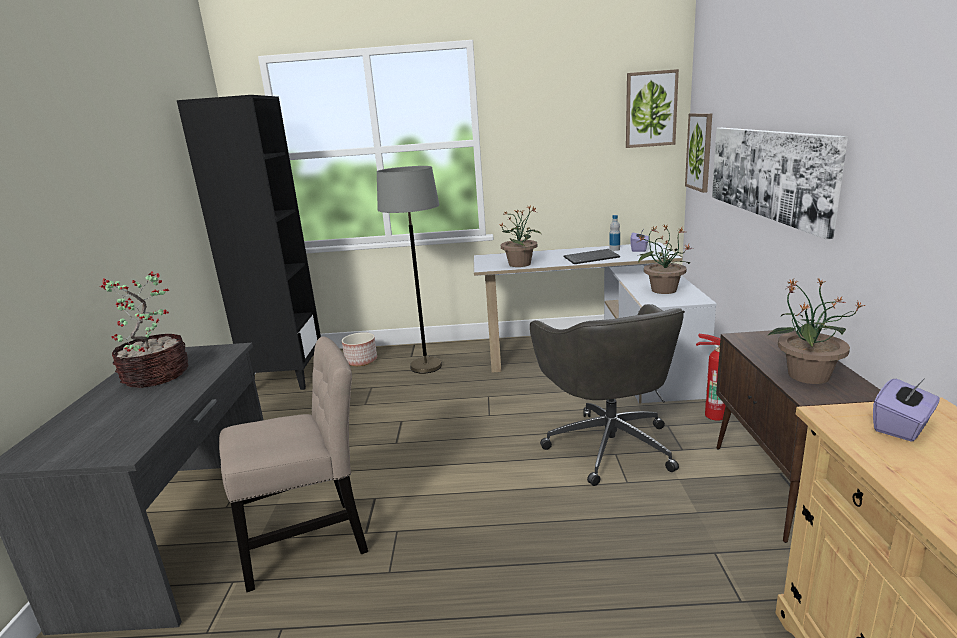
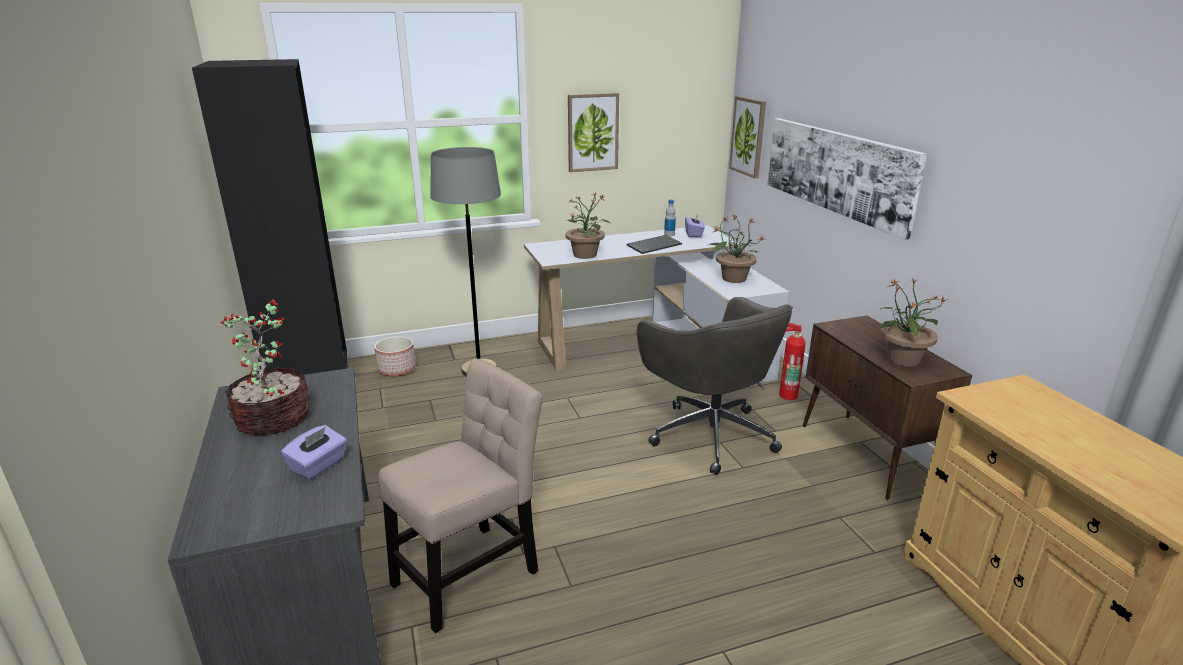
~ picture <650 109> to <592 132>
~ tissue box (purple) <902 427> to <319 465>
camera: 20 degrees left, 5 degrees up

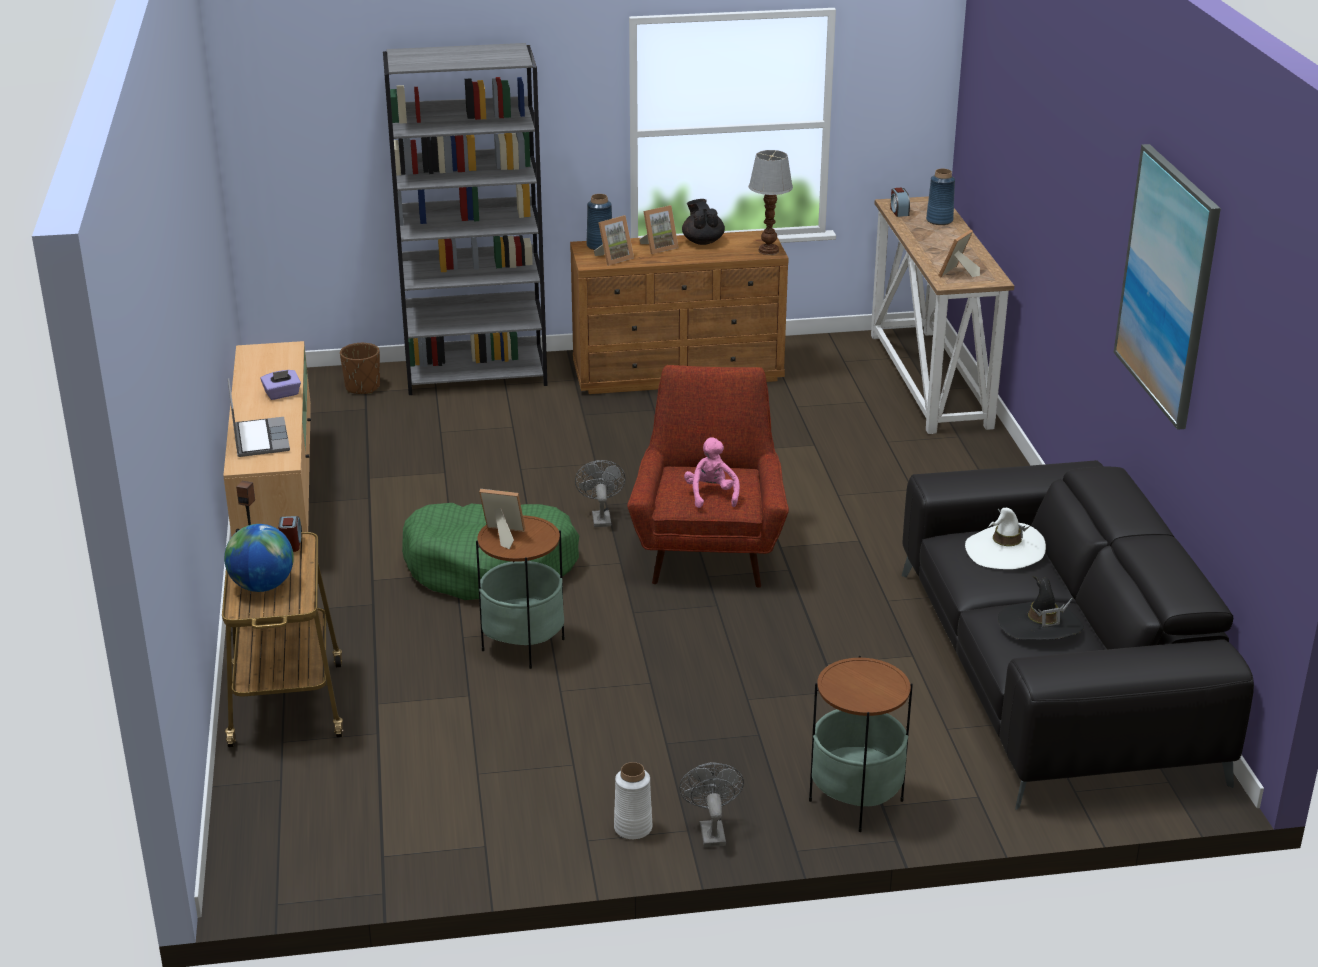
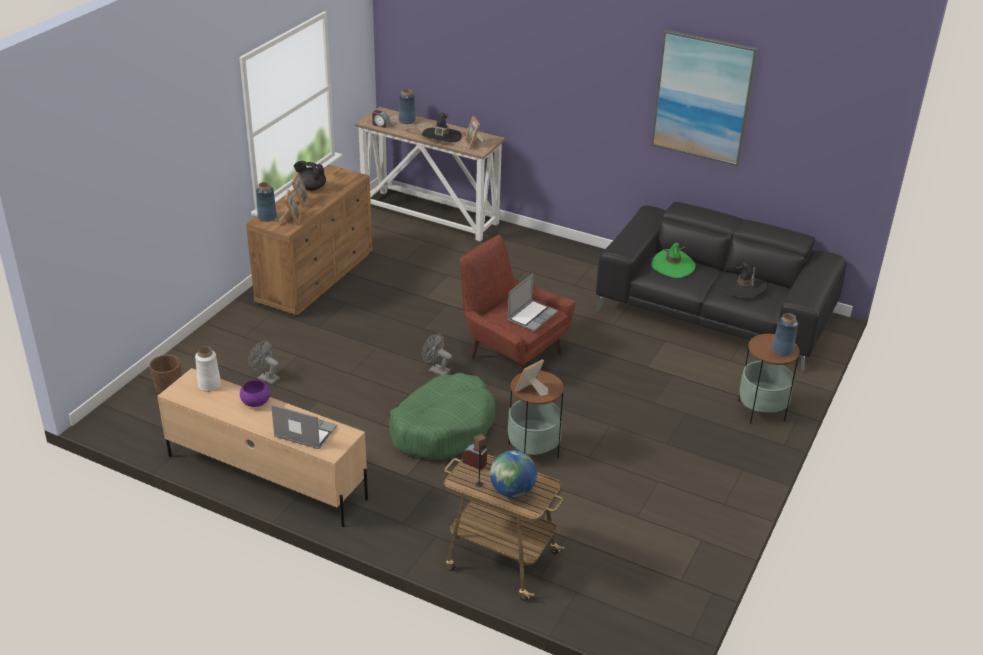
- bookcase (grey) <477 374>
- table lamp <768 250>
~ tissue box (purple) <282 394> to bowl (purple) <255 402>
~ plush toy (pink) <711 495> to laptop <532 316>
~ hat (white) <1004 551> to hat (green) <673 266>
~ vase (white) <632 828> to <209 385>
~ fan (grey) <711 830> to <265 378>
+ hat (black) <441 137>
+ vase (blue) <782 350>
camera: 55 degrees left, 5 degrees up

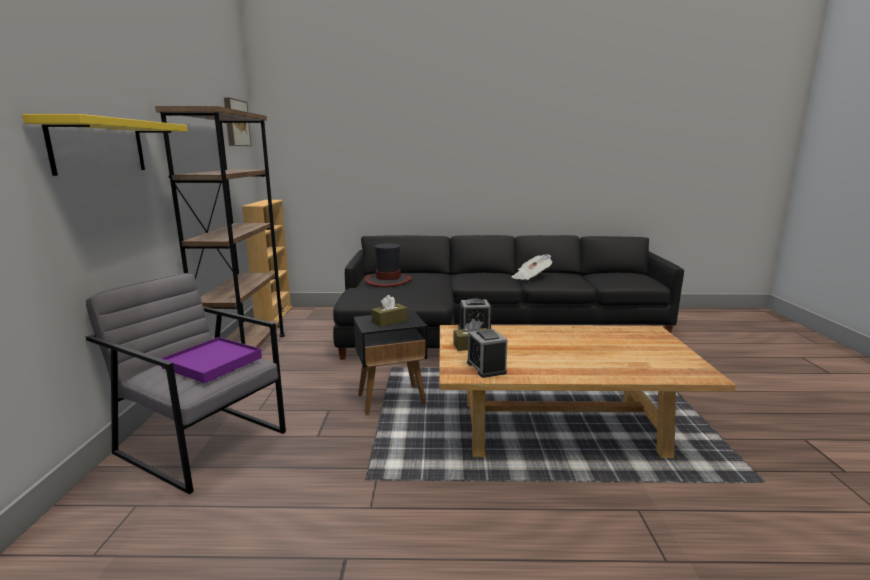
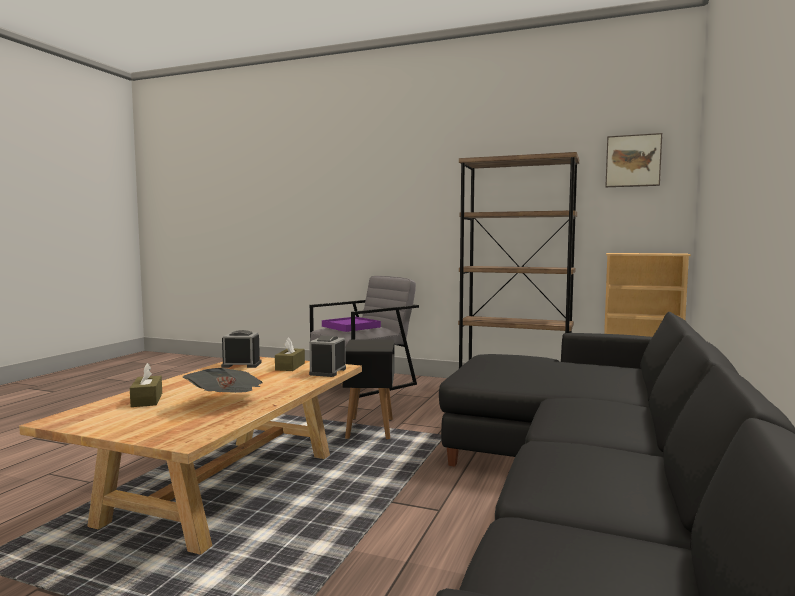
- shelf (yellow) <99 146>
- hat <388 281>
~ newspaper <531 277> to <226 402>
~ tissue box (brown) <389 321> to <147 400>
camera: 110 degrees right, 10 degrees down

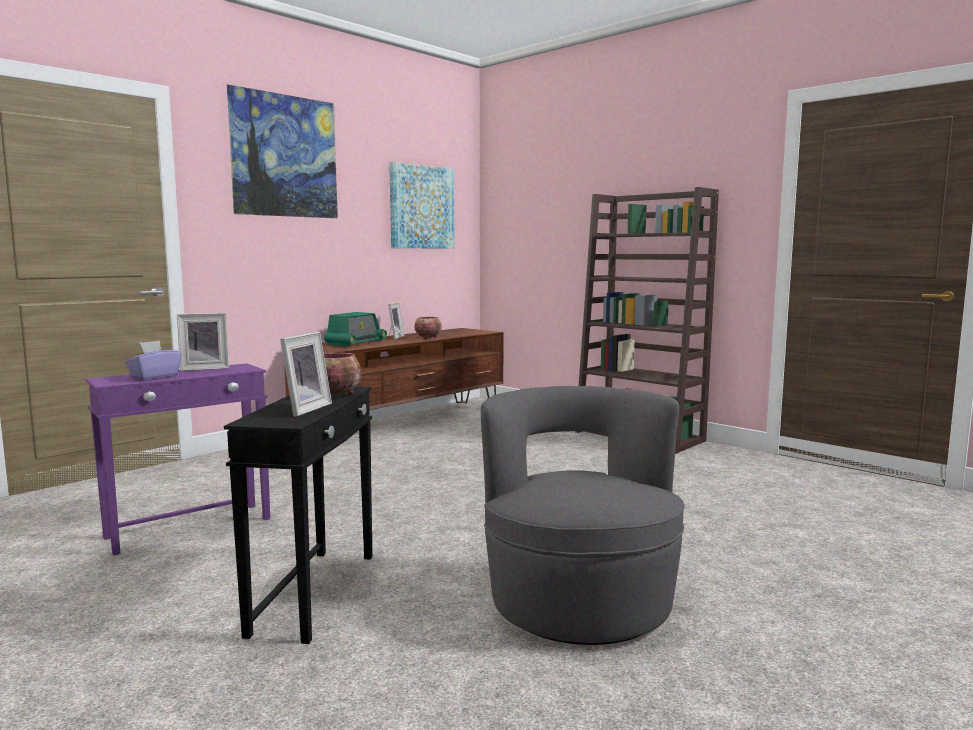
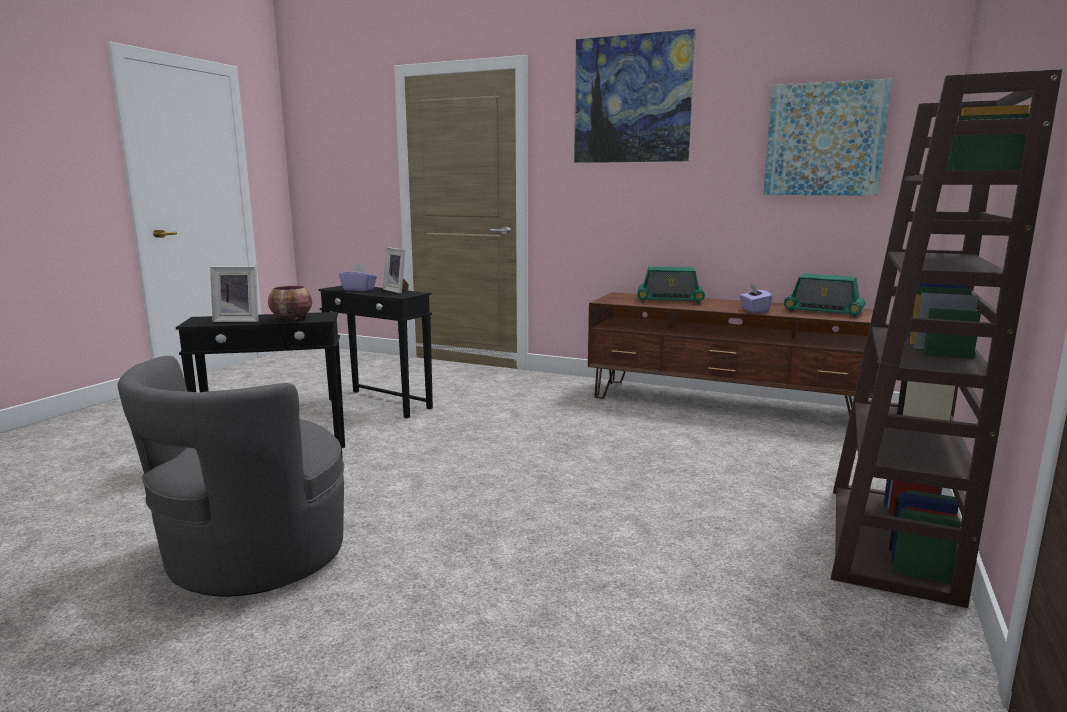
- picture frame <394 337>
~ bowl <428 338> to tissue box (purple) <754 310>
~ side table (purple) <190 528> to side table (black) <379 404>
~ armchair (grey) <579 602> = <253 557> 150 degrees clockwise
+ radio <823 311>
camera: 70 degrees right, 5 degrees up

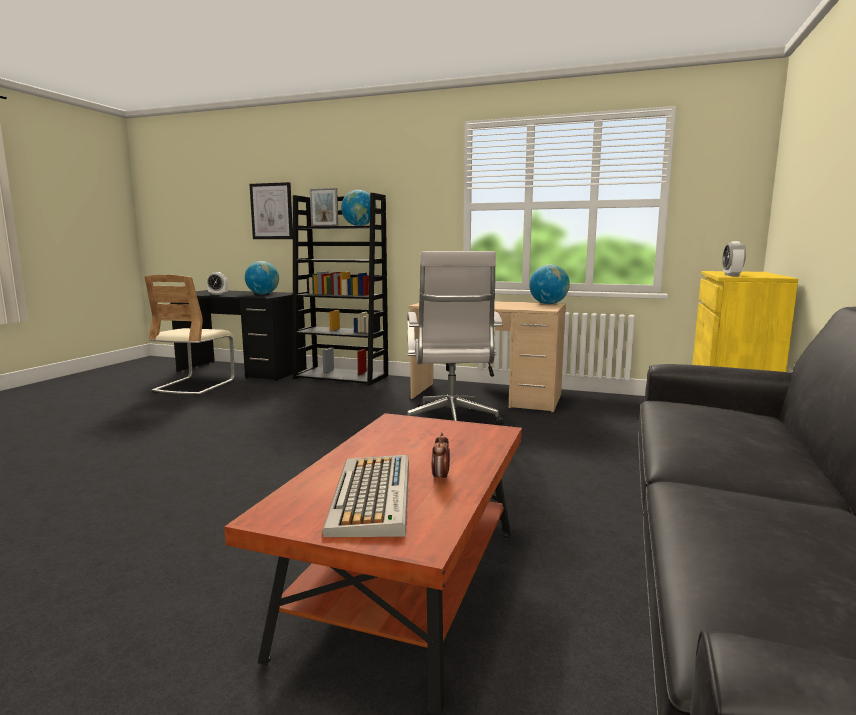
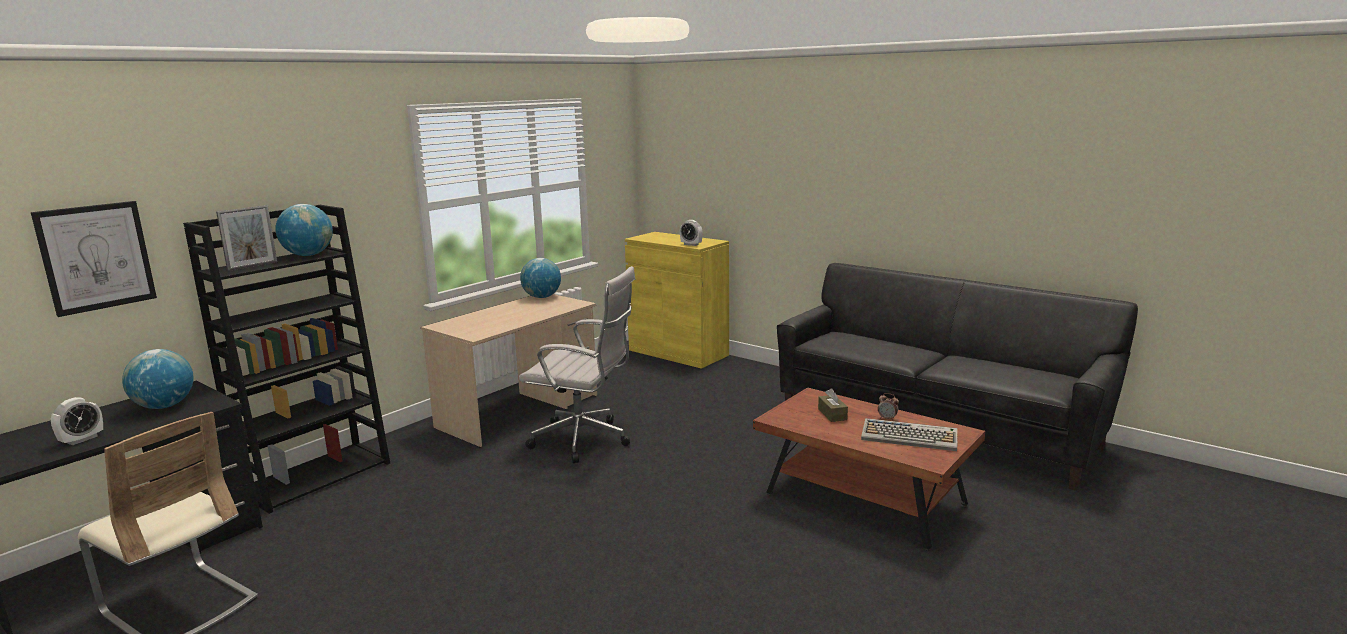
+ tissue box (brown) <832 414>
camera: 70 degrees left, 5 degrees up

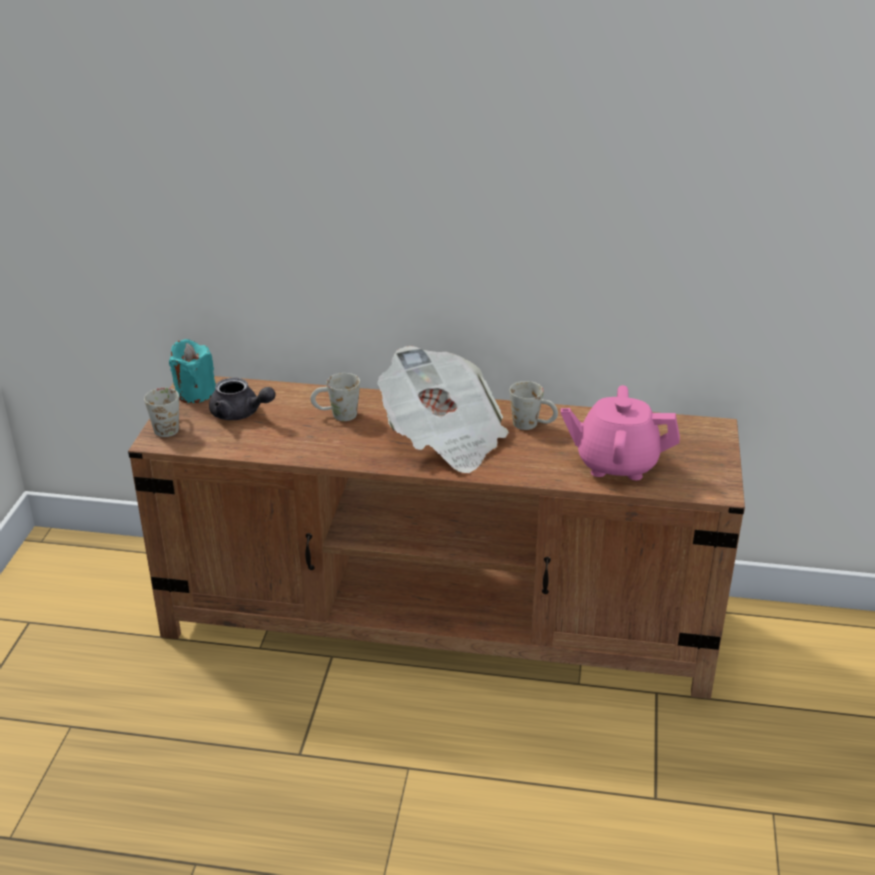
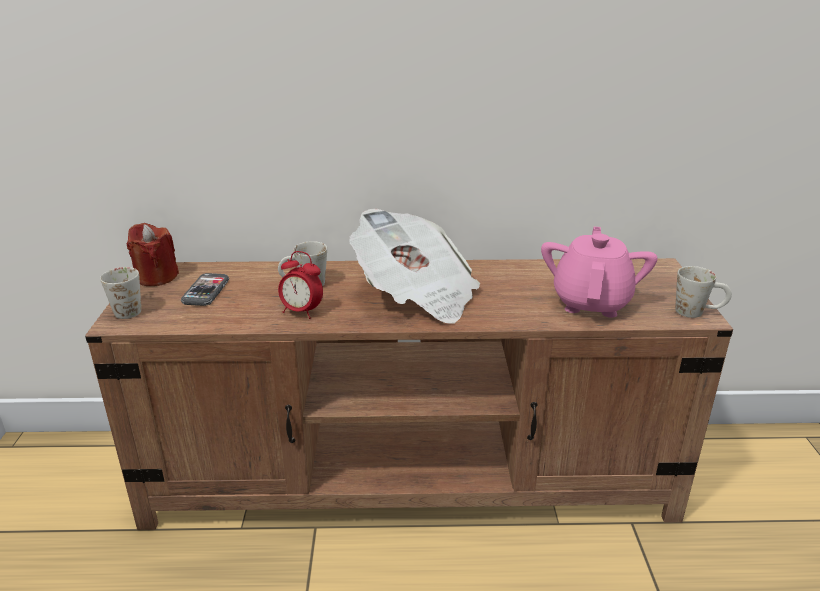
~ candle (turquoise) <195 393> to candle (red) <156 277>
~ teapot (grey) <240 414> to phone <206 291>
~ mug (white) <533 425> to <698 312>
~ teapot (pink) <616 463> = <591 302> 105 degrees clockwise
+ alarm clock <301 312>
camera: 10 degrees left, 5 degrees down

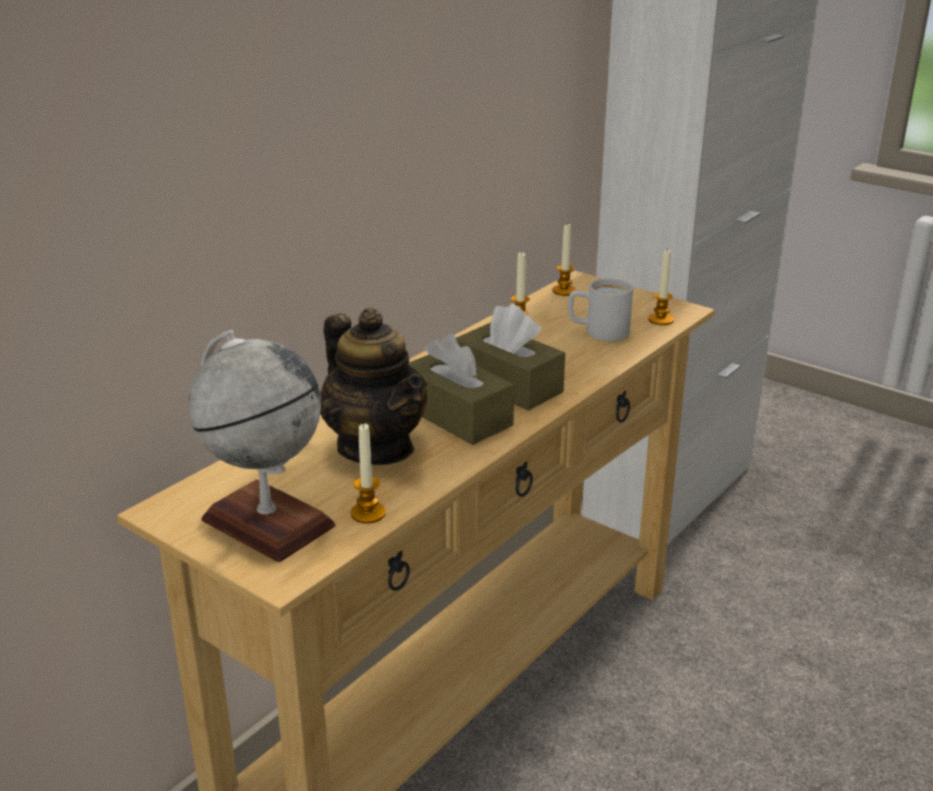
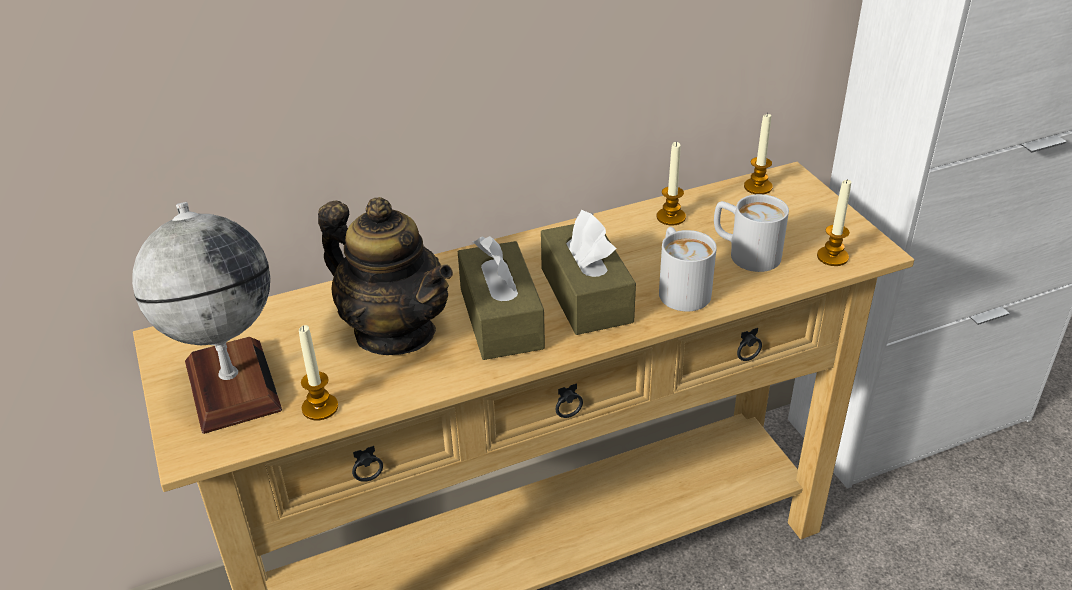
~ teapot <376 447> = <395 331> 45 degrees counterclockwise
+ mug (white) <680 288>
camera: 30 degrees right, 10 degrees up

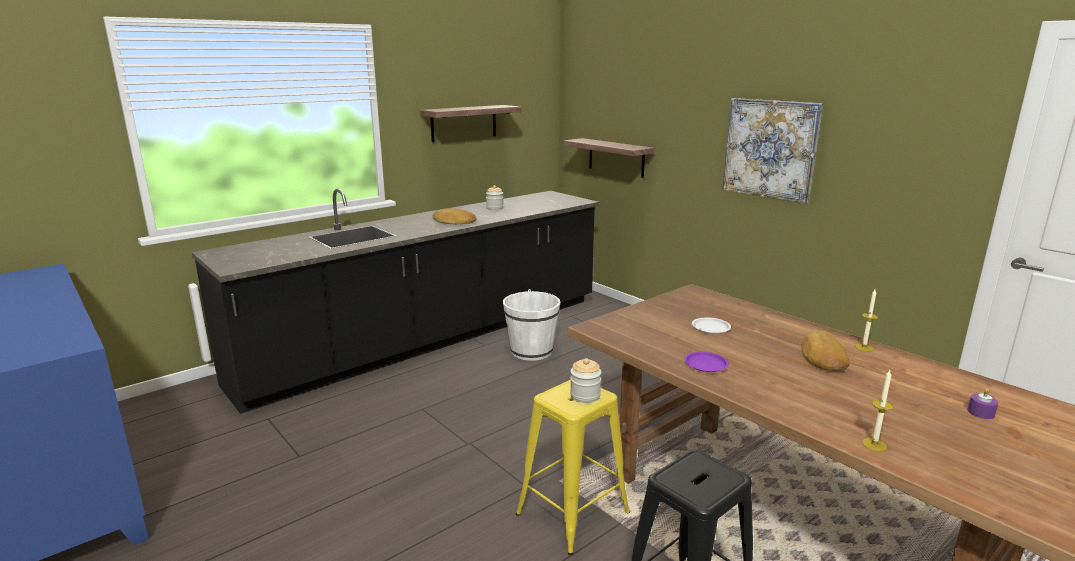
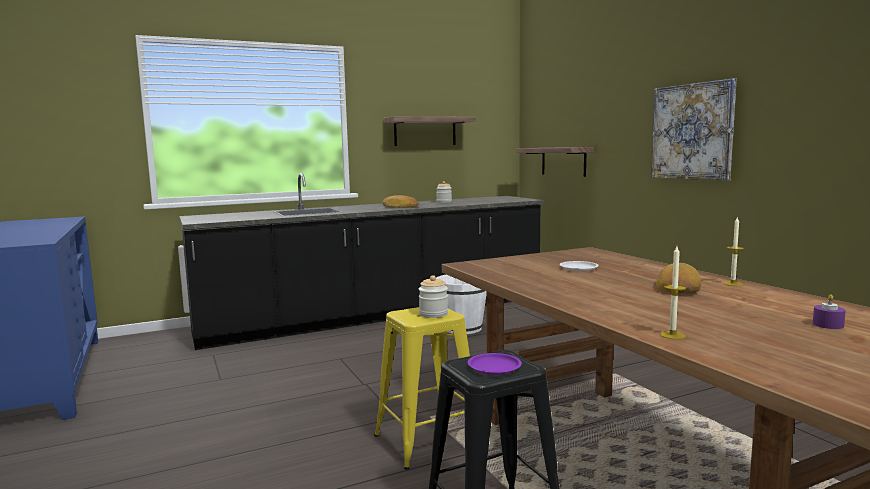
~ plate (purple) <705 364> to <494 367>
camera: 15 degrees right, 10 degrees down

